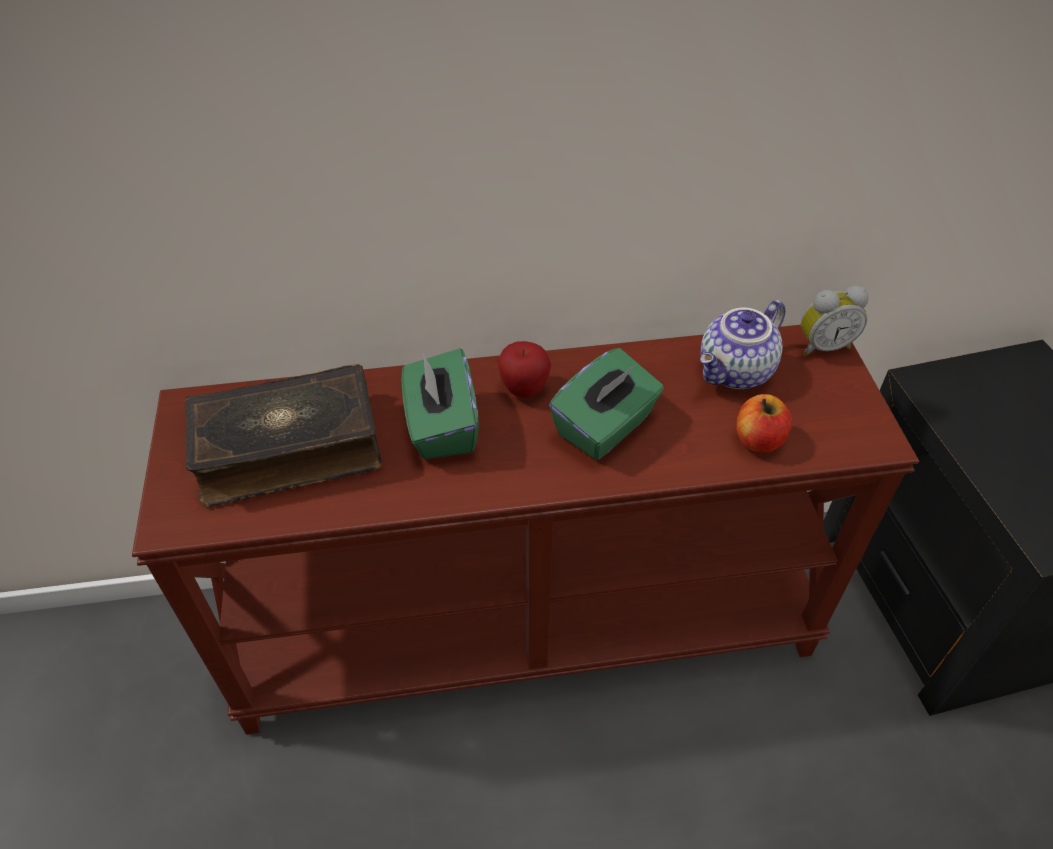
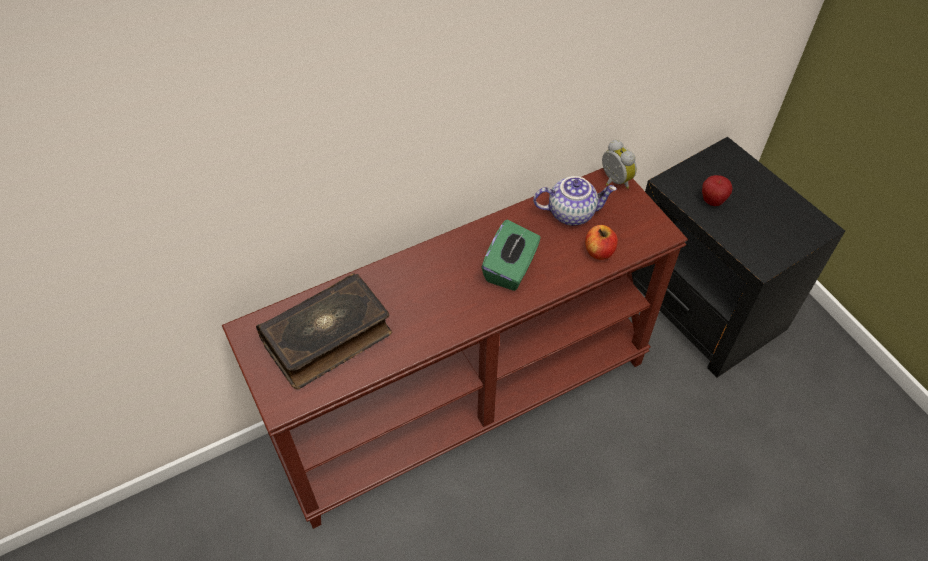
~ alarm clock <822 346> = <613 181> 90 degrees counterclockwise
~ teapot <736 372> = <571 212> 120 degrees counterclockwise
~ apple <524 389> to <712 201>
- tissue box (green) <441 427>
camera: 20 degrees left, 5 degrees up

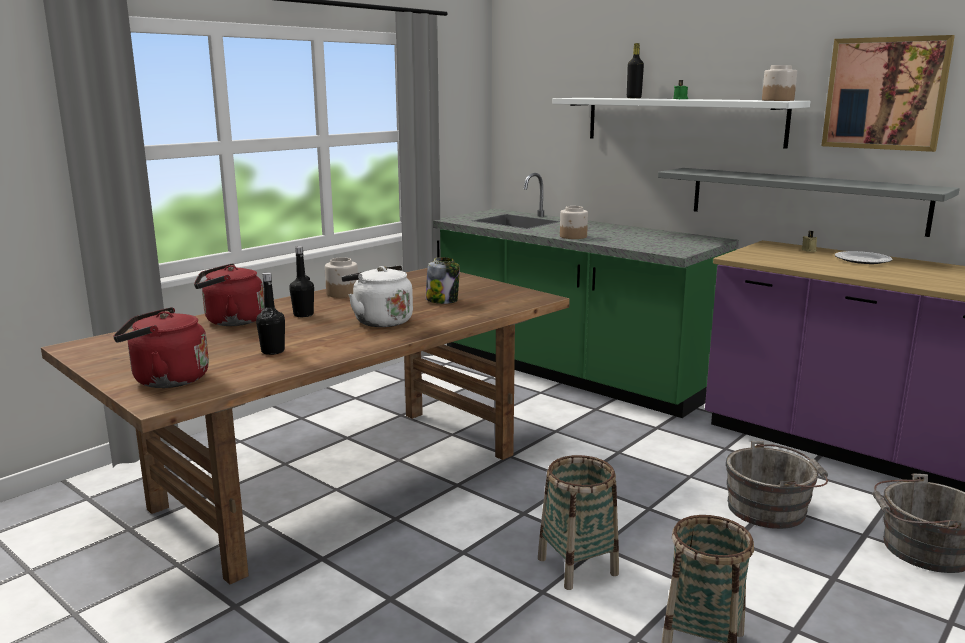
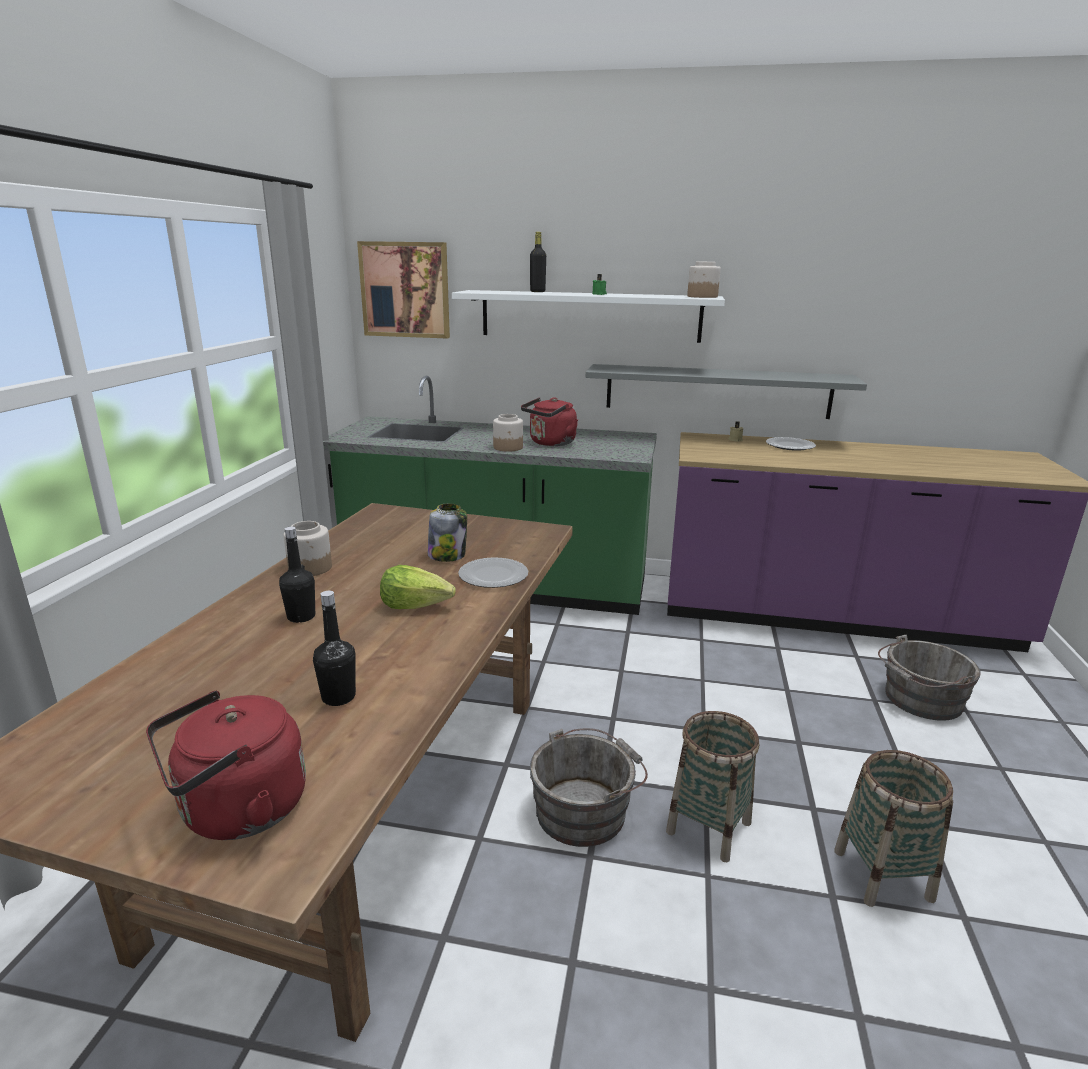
~ picture <885 93> to <405 290>
~ kettle (red) <231 321> to <550 443>
~ kettle (white) <380 321> to lettuce <416 605>
~ bucket (grey) <771 509> to <585 810>
+ plate <494 576>
camera: 30 degrees left, 5 degrees up

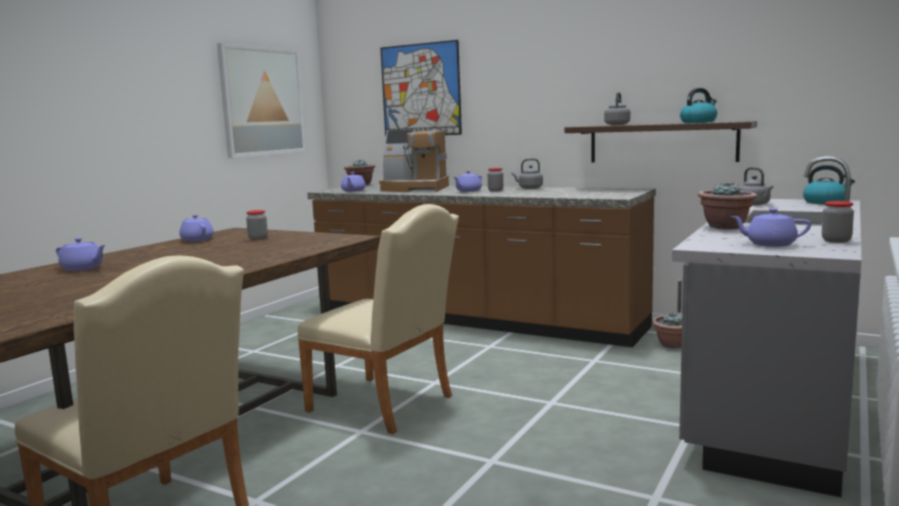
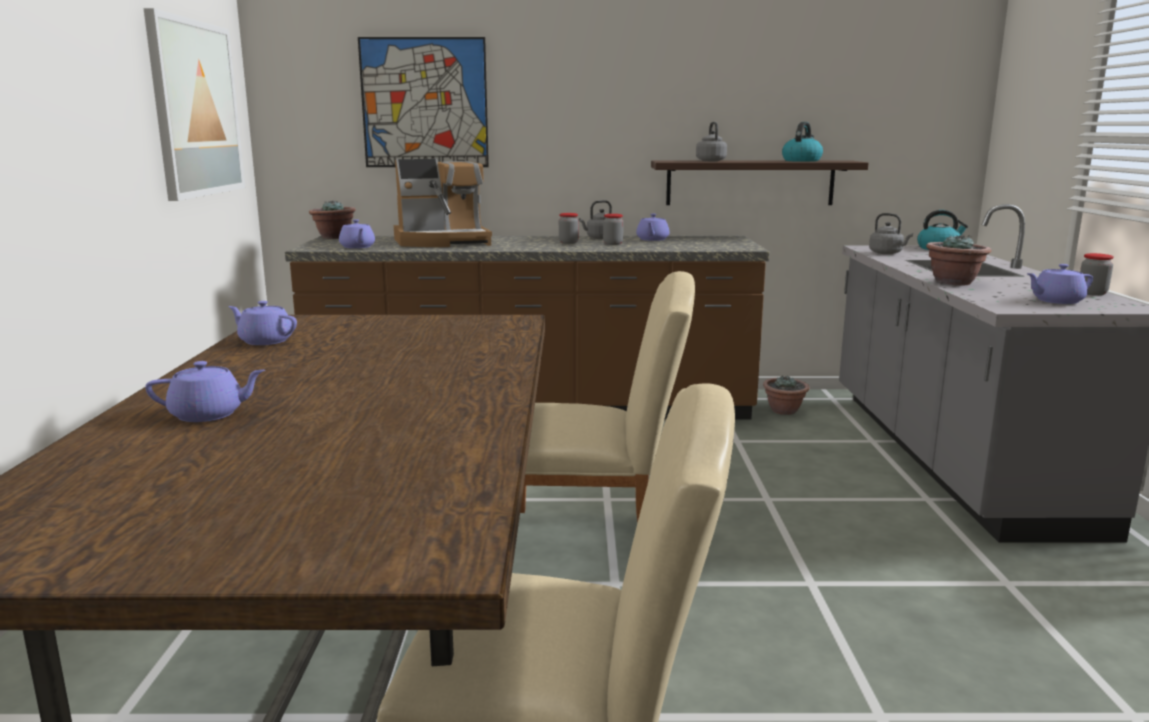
~ teapot (purple) <468 191> to <652 239>
~ jar <258 238> to <613 244>
camera: 30 degrees left, 5 degrees up

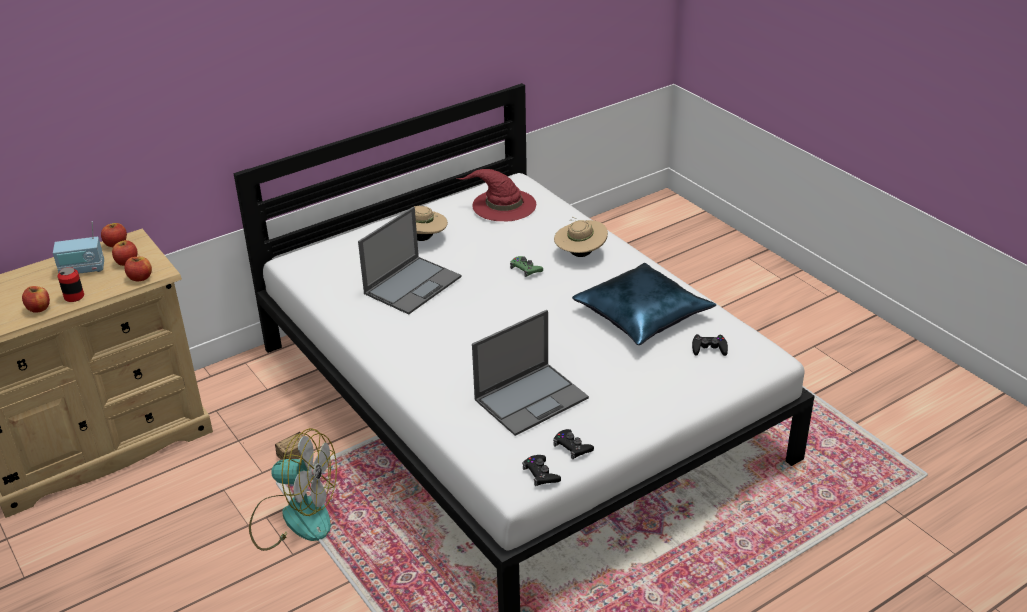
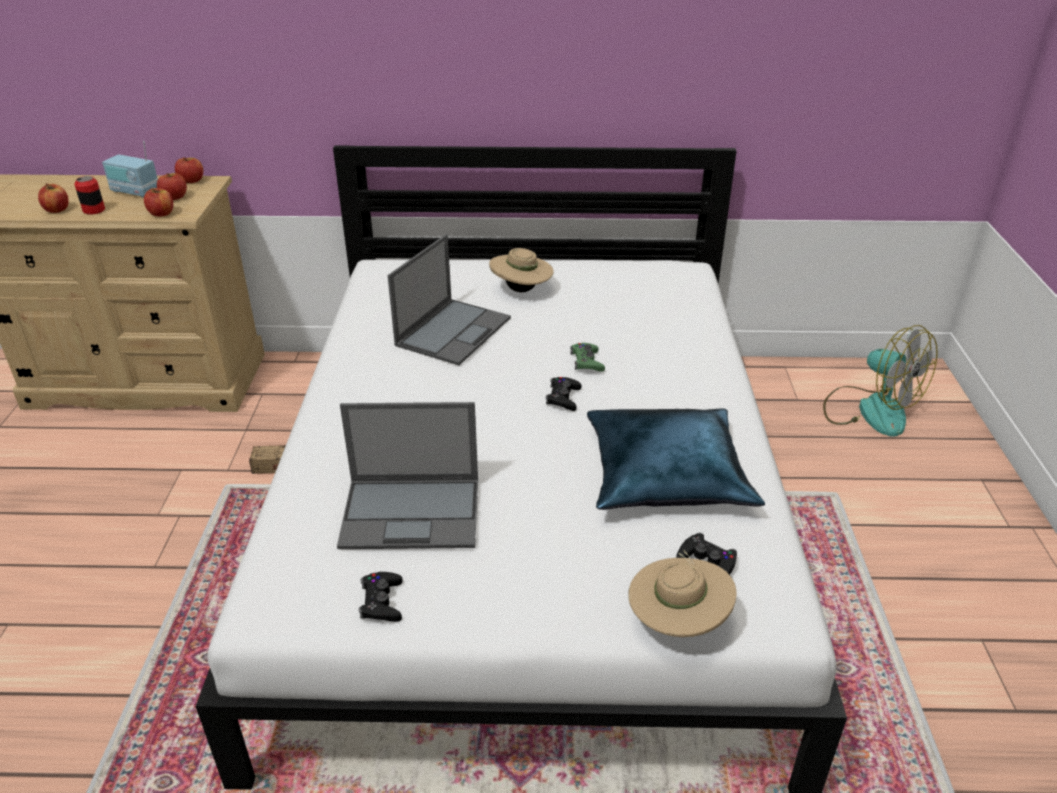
- hat (red) <503 205>
~ laptop <413 284> = <454 331> 45 degrees counterclockwise
~ hat (beige) <580 254> to <677 621>
~ fan <294 517> to <870 410>
~ game controller (black) <541 474> to <563 398>
camera: 35 degrees right, 0 degrees up

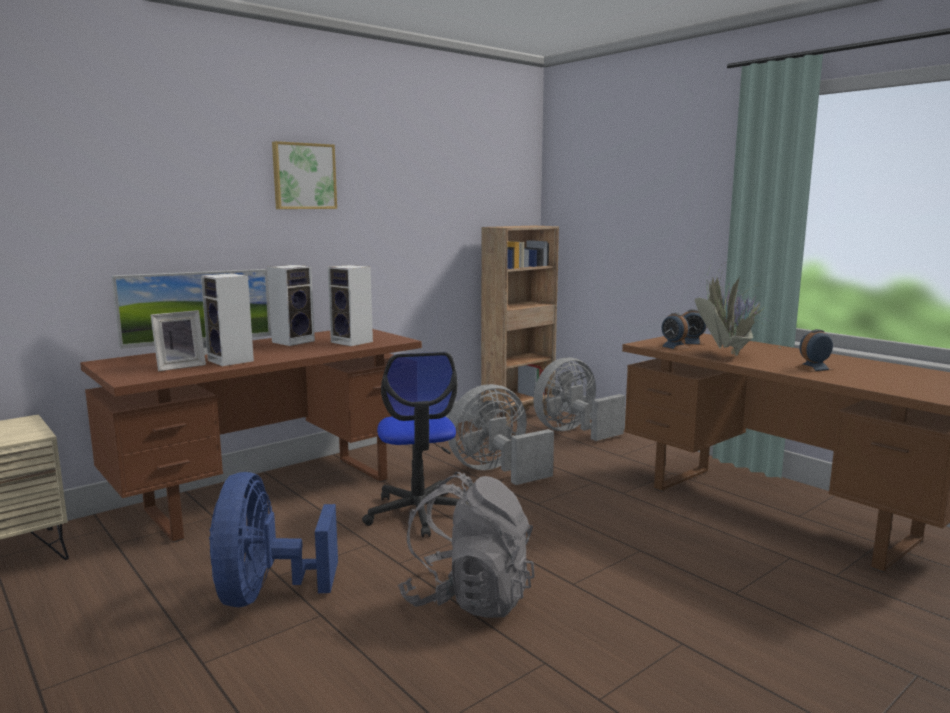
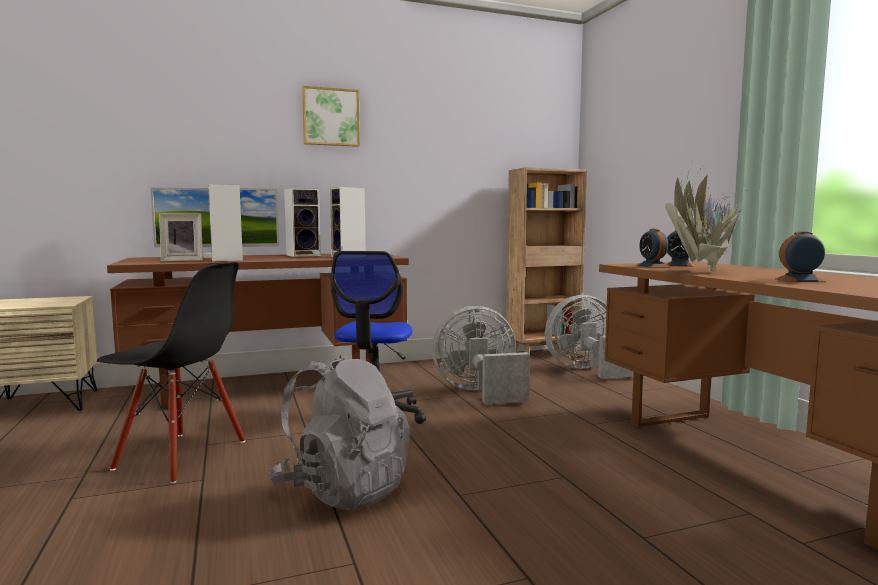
~ fan (blue) <265 594> to chair (black) <180 456>
camera: 20 degrees right, 5 degrees down

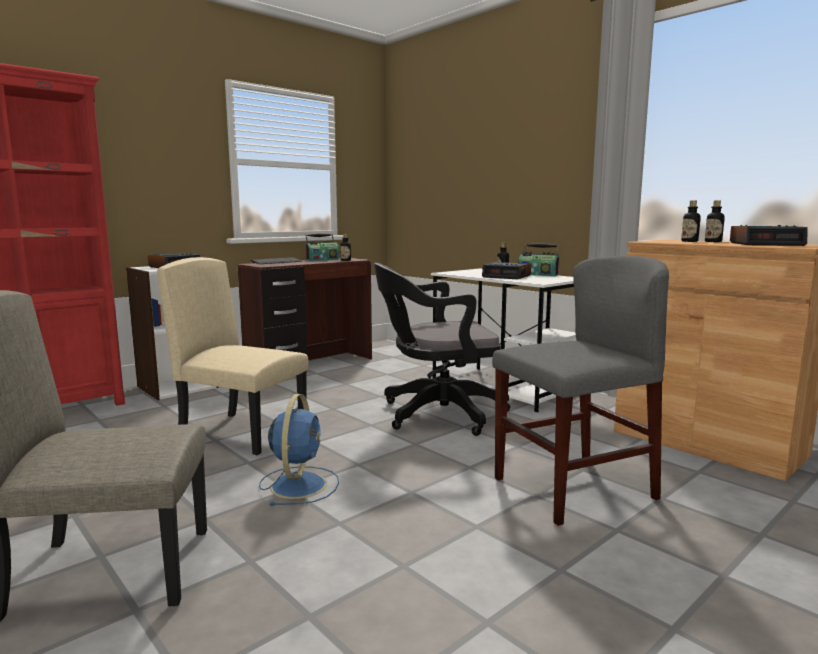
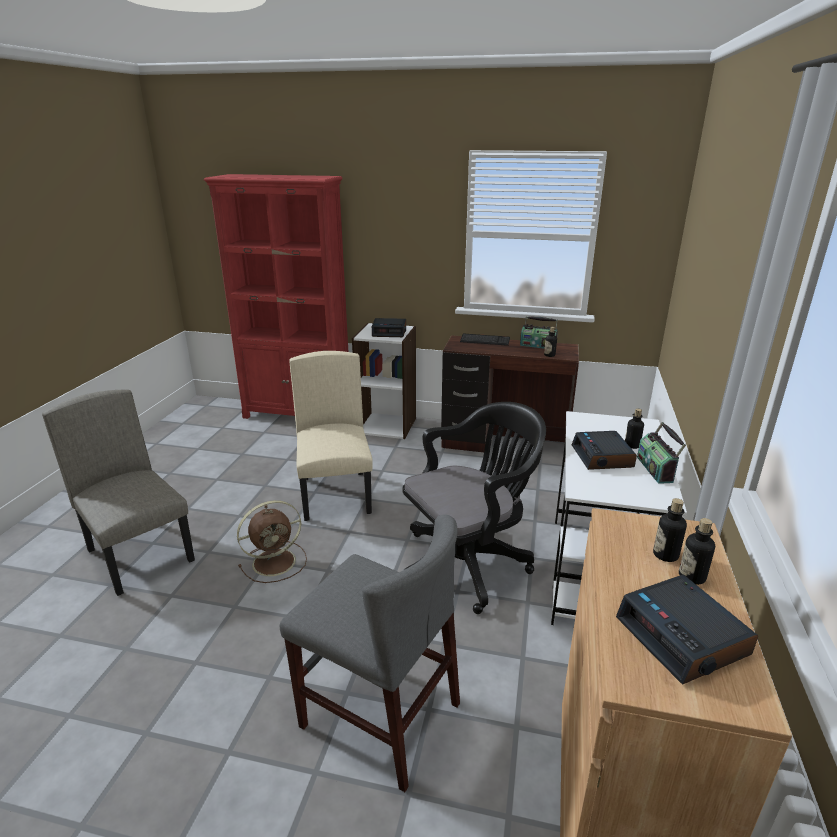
~ office chair (black) <436 414> = <469 562> 105 degrees clockwise
~ fan (blue) <299 484> to fan (brown) <276 561>
camera: 55 degrees right, 15 degrees up

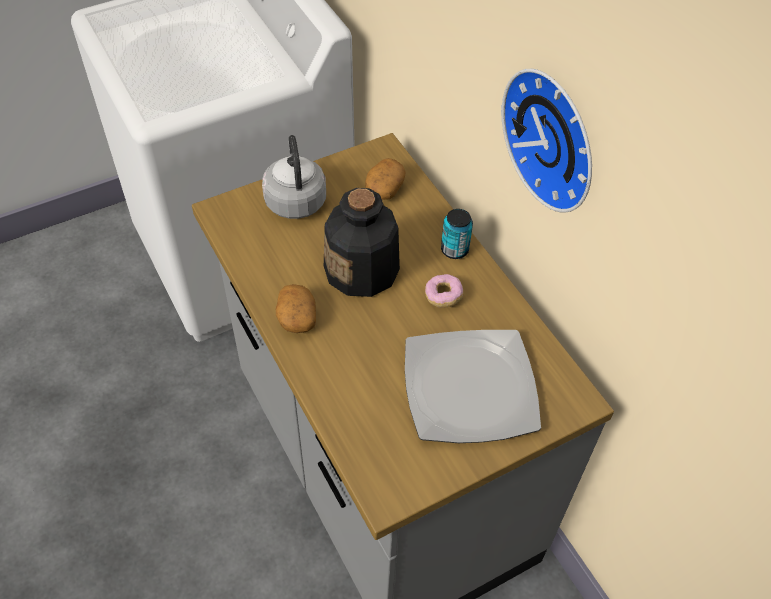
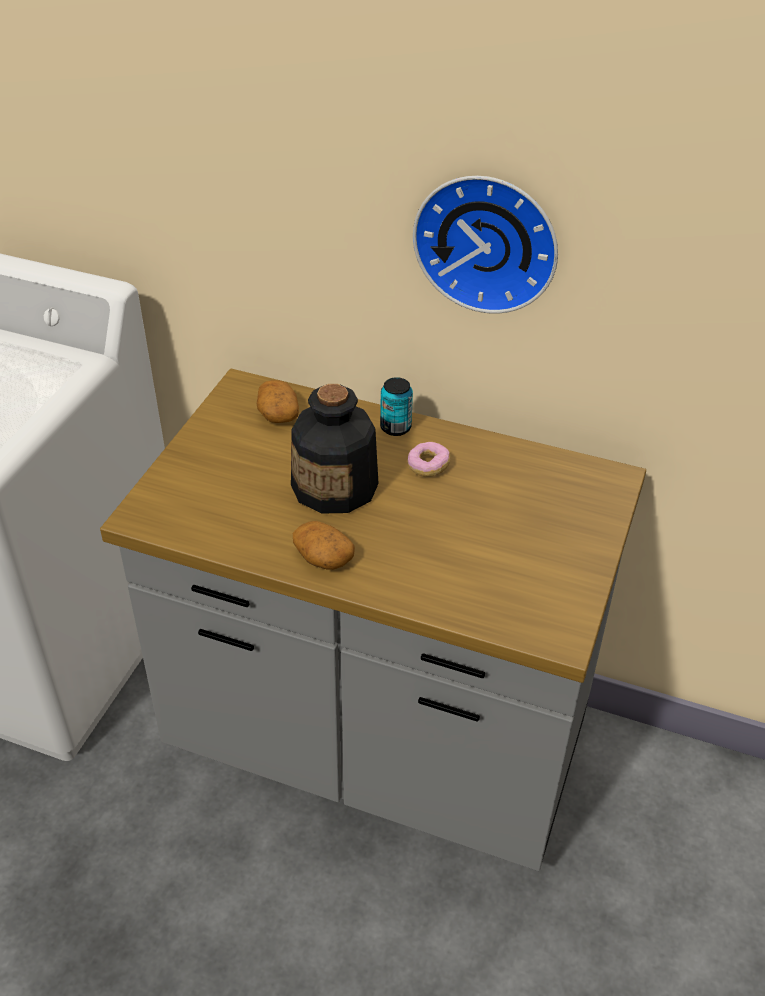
- kettle (grey) <295 199>
- plate <471 389>
camera: 40 degrees left, 10 degrees down

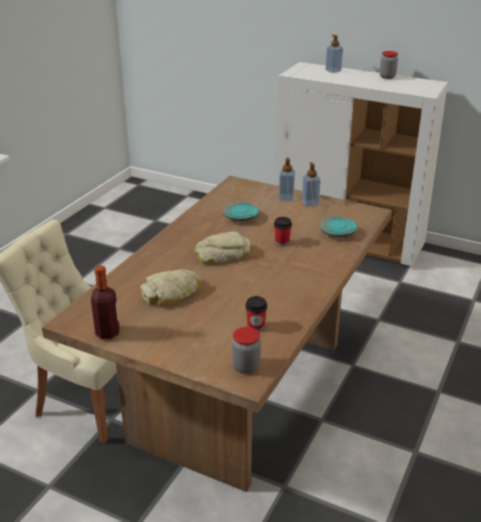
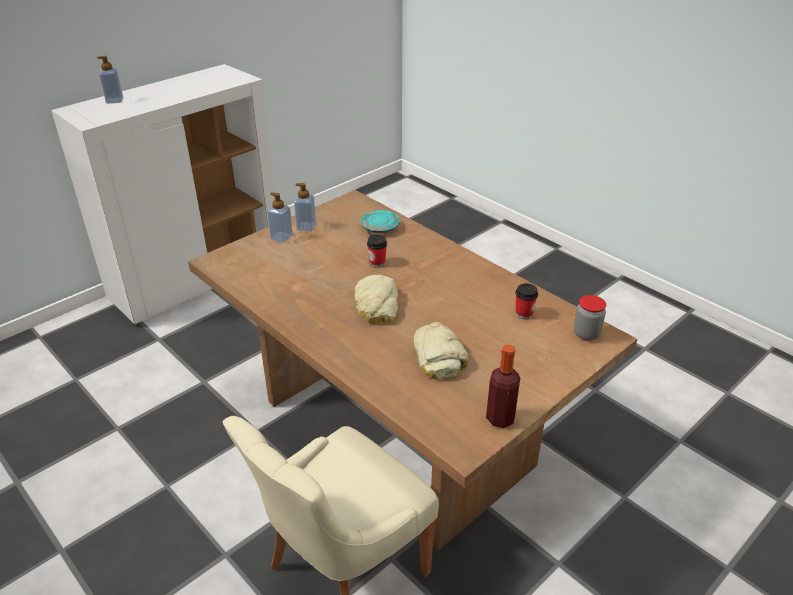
- jar <387 77>
- plate (turquoise) <240 217>
camera: 70 degrees left, 5 degrees up

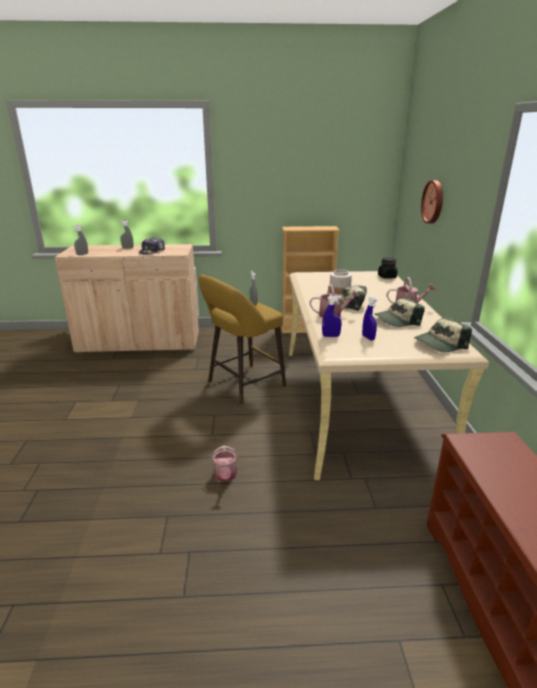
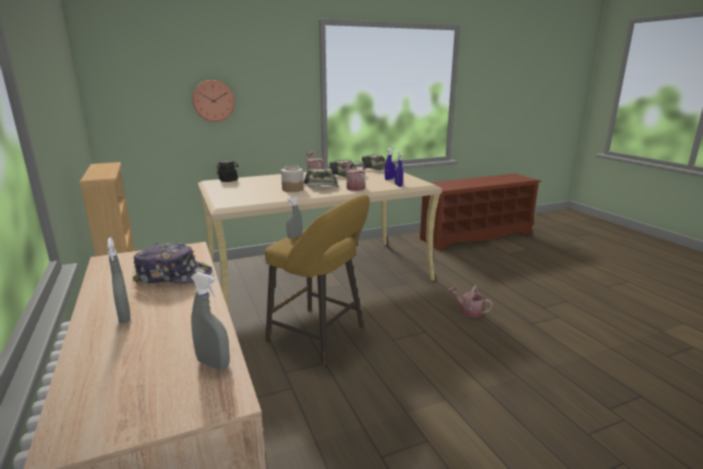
~ watering can <225 476> = <468 311> 120 degrees counterclockwise
camera: 110 degrees left, 5 degrees down

